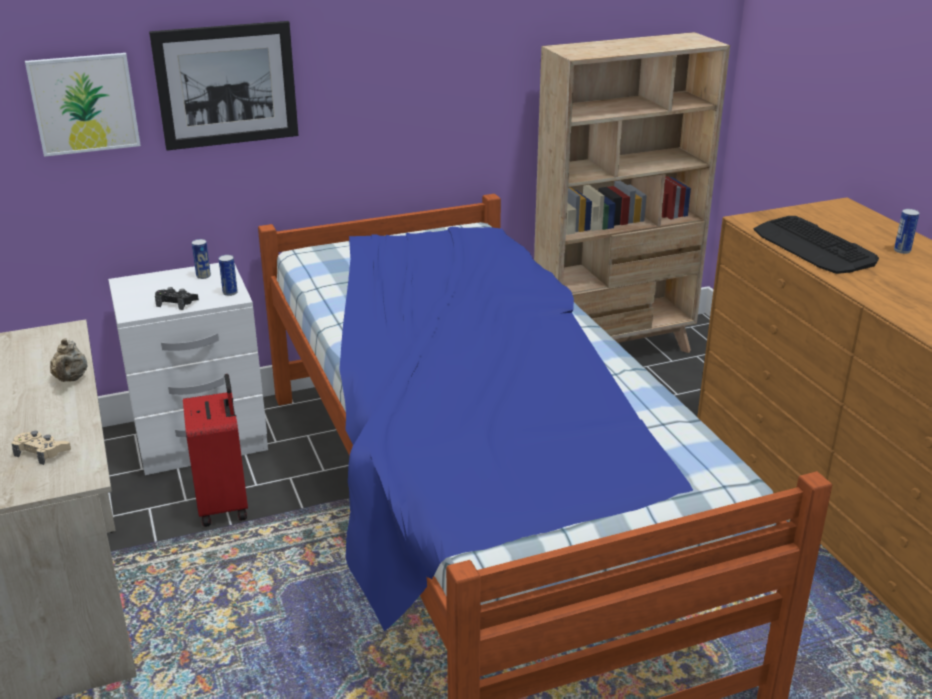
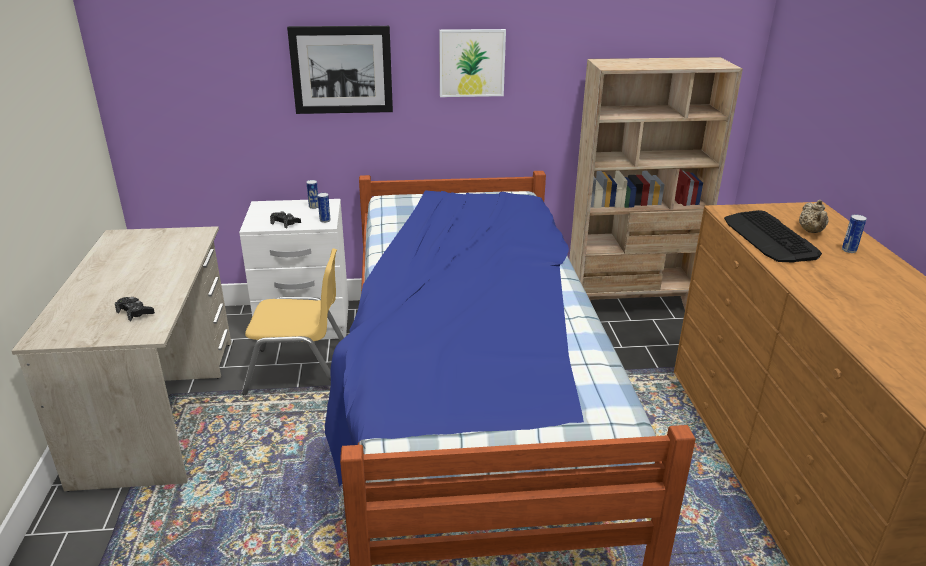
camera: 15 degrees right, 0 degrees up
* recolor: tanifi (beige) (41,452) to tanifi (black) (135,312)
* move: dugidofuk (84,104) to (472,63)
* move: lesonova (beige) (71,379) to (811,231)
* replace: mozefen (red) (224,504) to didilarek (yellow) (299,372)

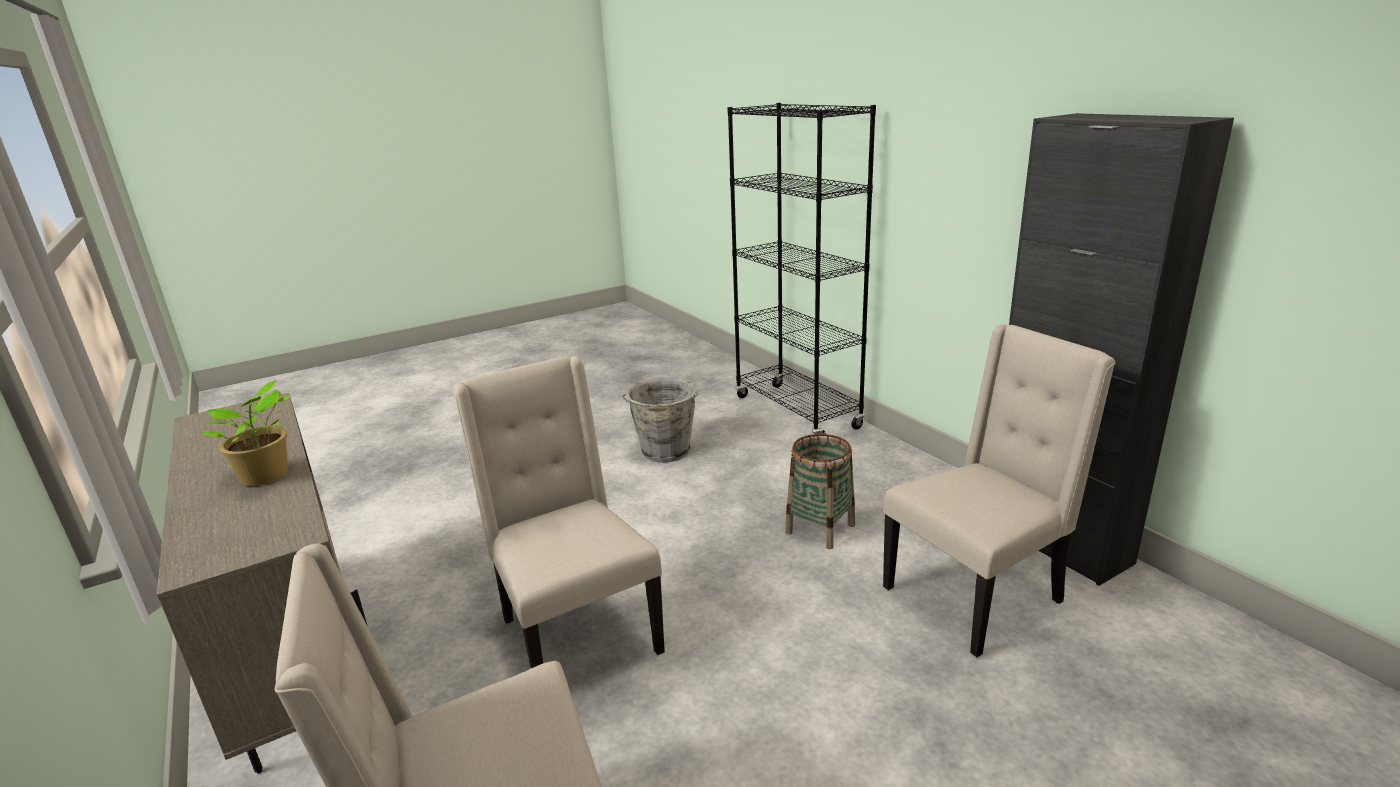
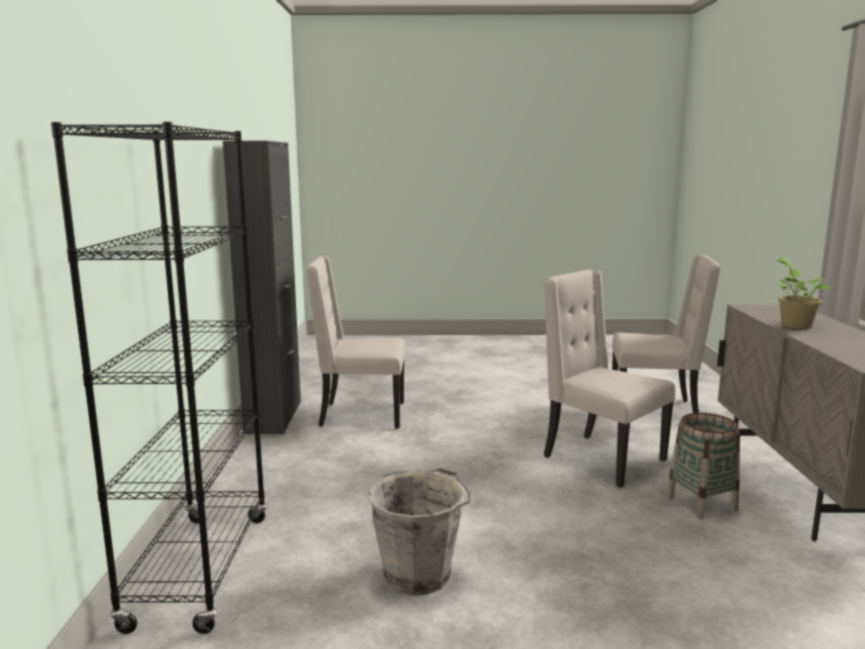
camera: 150 degrees left, 10 degrees down
* rotate: didilarek (beige) (576,635) = (600,459) 135 degrees clockwise
* move: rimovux (820,528) to (701,504)

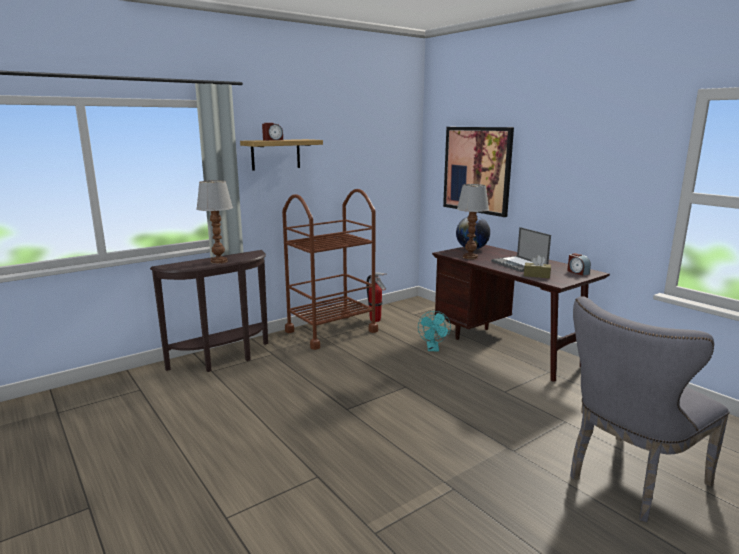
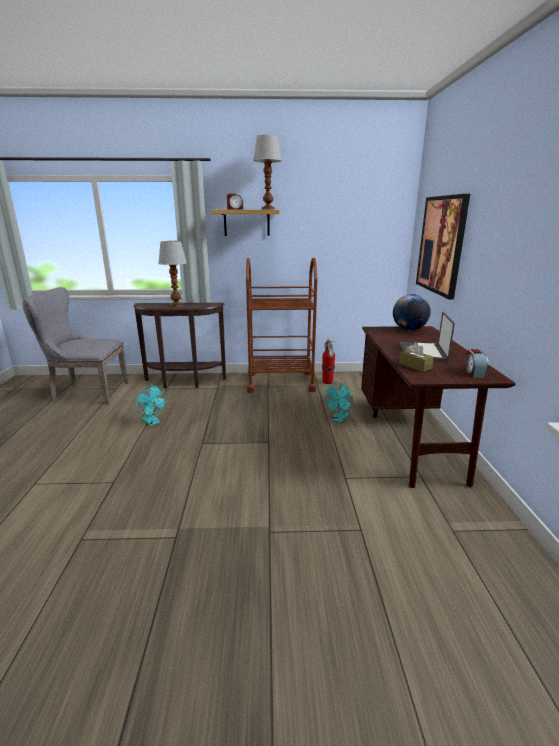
camera: 35 degrees right, 5 degrees up
* move: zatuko (470,257) to (267,209)
* move: didilarek (grey) (630,481) to (86,392)
* insert: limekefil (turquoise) (152,422)

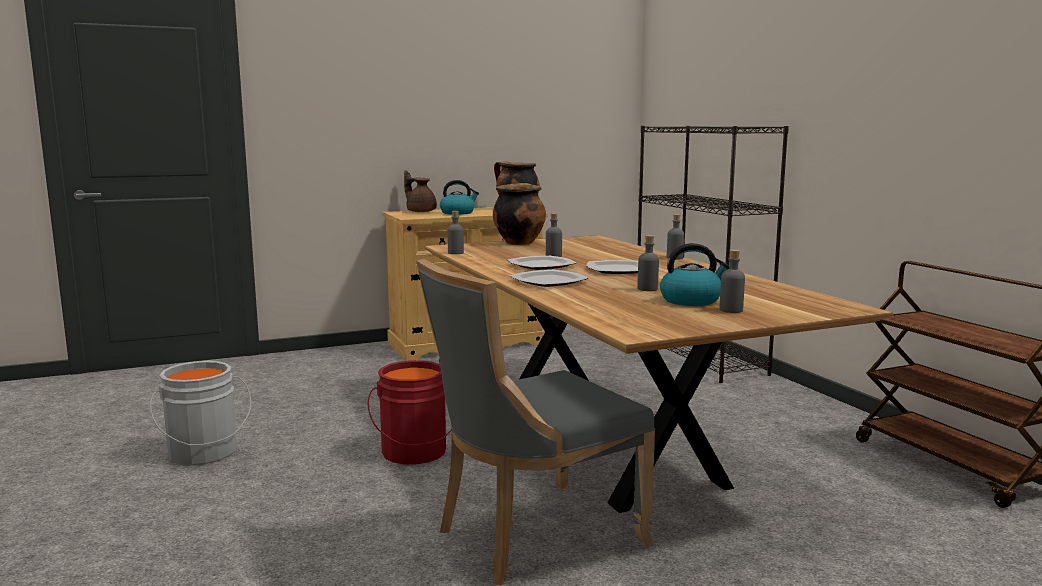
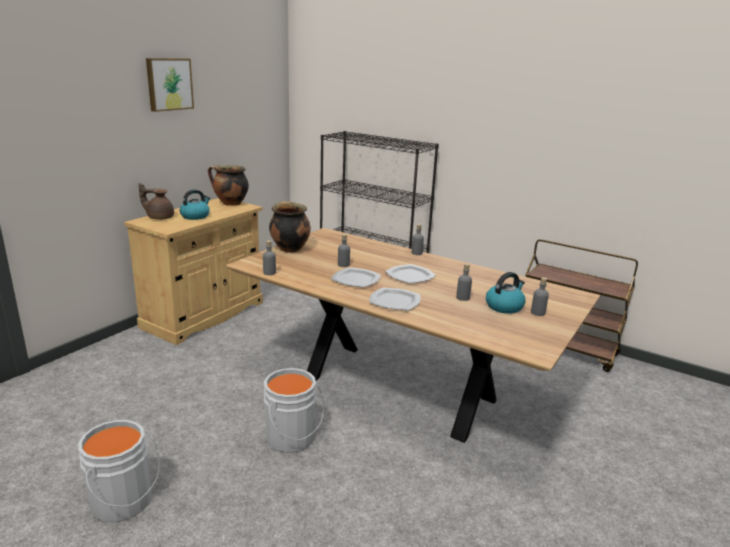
camera: 35 degrees left, 10 degrees up
* recolor: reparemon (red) (415,453) to reparemon (grey) (292,438)
* delete: didilarek (grey) (531,536)
* insert: dugidofuk (169,84)

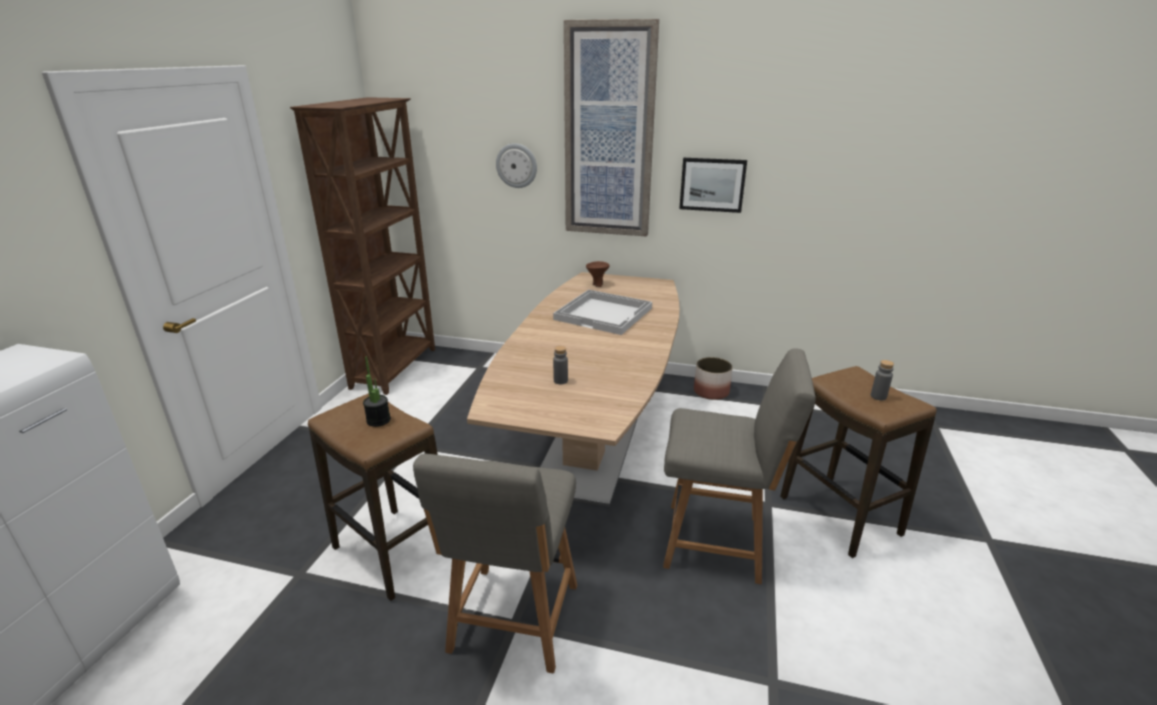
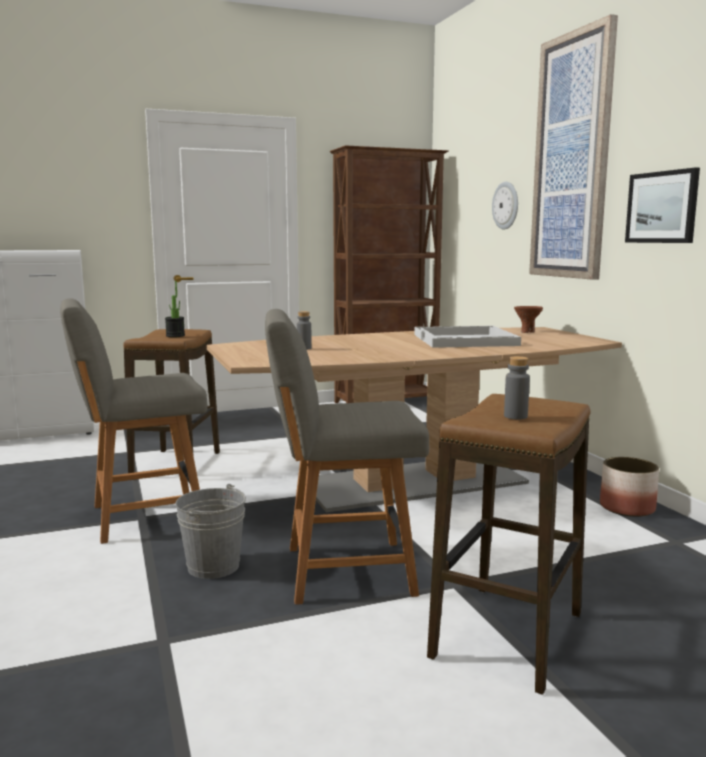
camera: 55 degrees right, 15 degrees down
* rotate: didilarek (grey) (718,542) = (343,571) 105 degrees clockwise
* insert: reparemon (grey) (213,566)

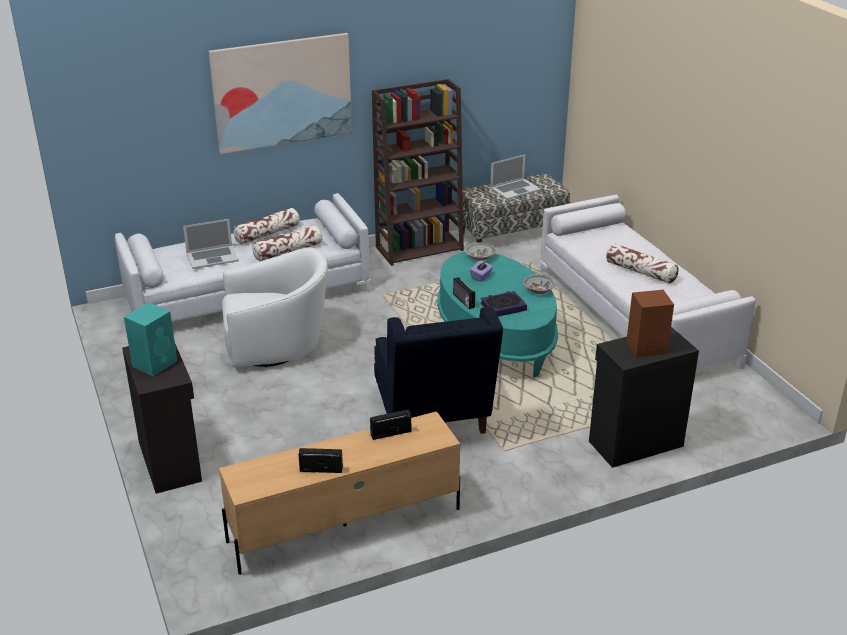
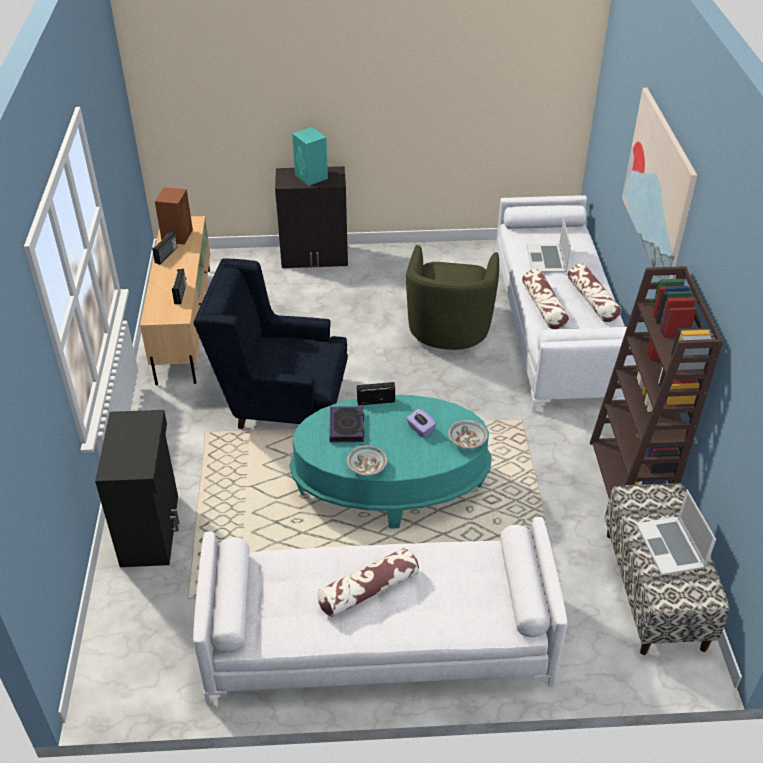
camera: 110 degrees right, 10 degrees up
* recolor: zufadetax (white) (276,347) to zufadetax (green) (448,329)
* move: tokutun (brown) (645,347) to (177,235)

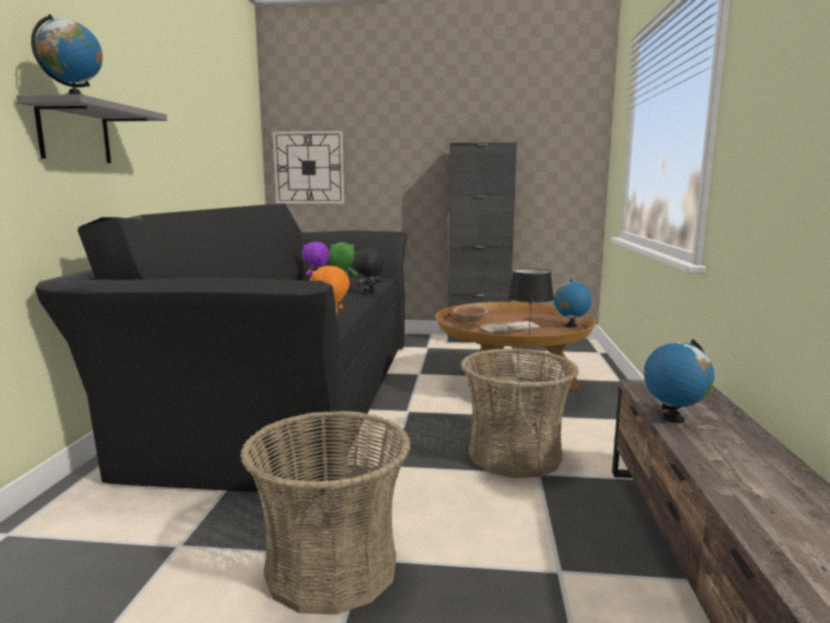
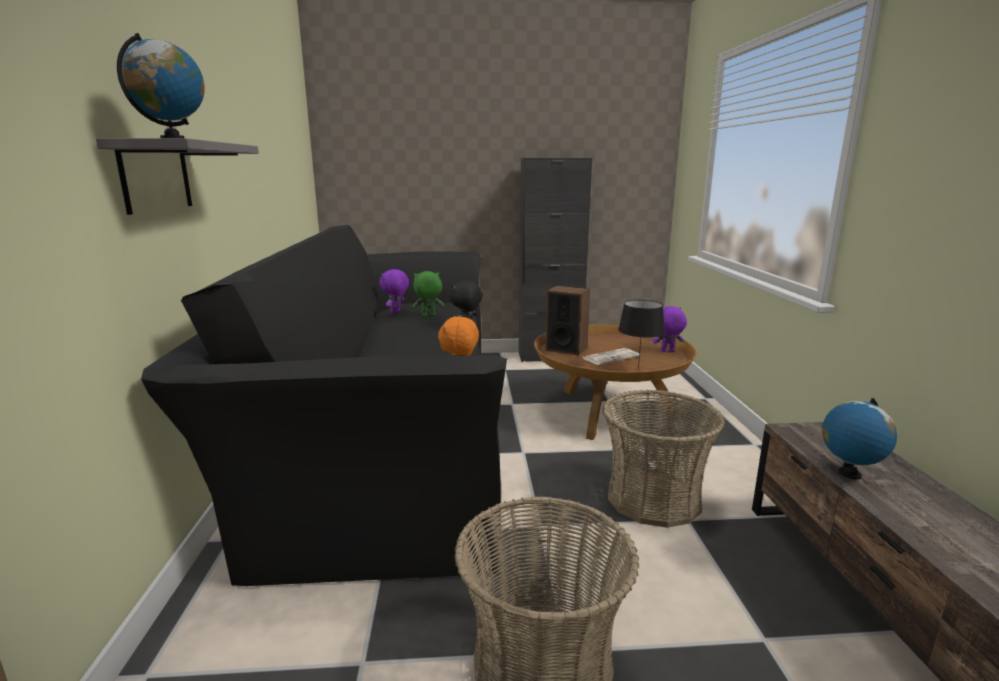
camera: 10 degrees left, 5 degrees up
* delete: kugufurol (309,167)
* replace: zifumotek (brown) (470,320) to tokutun (566,349)
* replace: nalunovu (570,326) to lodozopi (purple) (667,351)

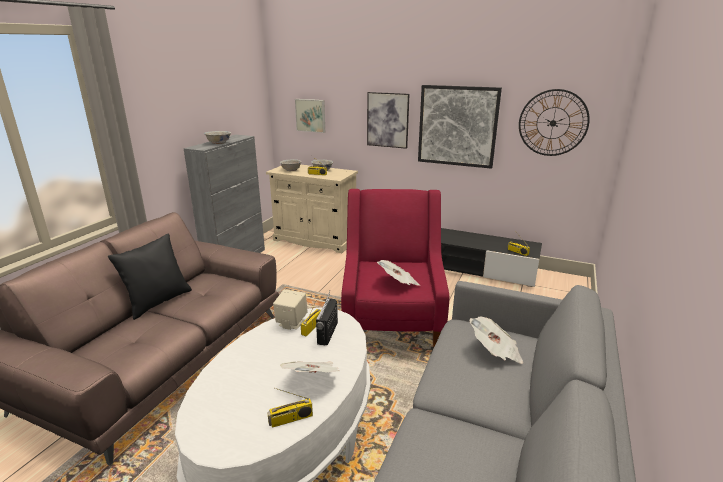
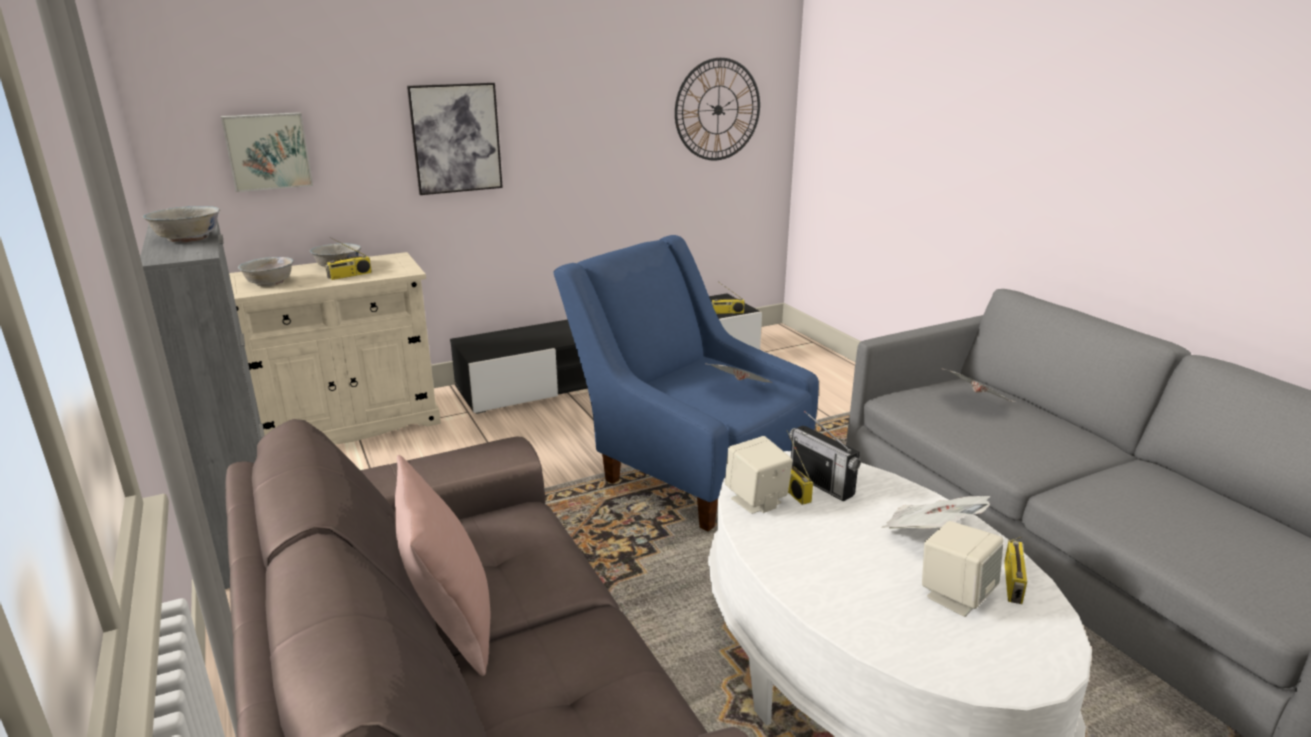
camera: 50 degrees left, 0 degrees up
* recolor: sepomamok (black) (158,302) to sepomamok (pink) (450,623)
* recolor: zufadetax (red) (392,318) to zufadetax (blue) (689,469)
* delete: dugidofuk (457,126)
* insert: tokutun (beige) (955,595)

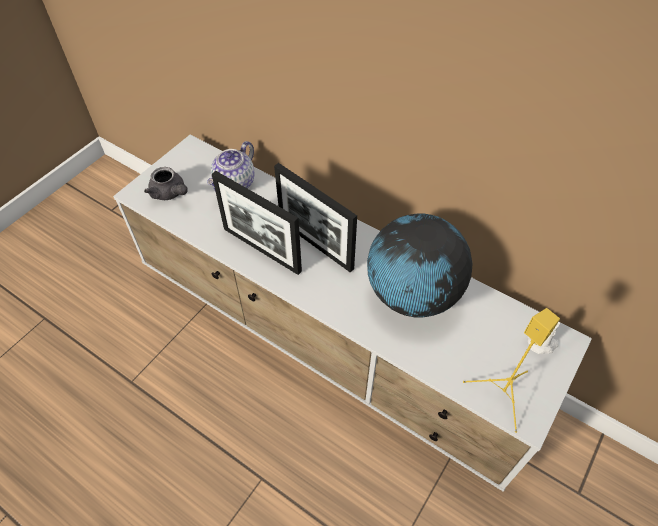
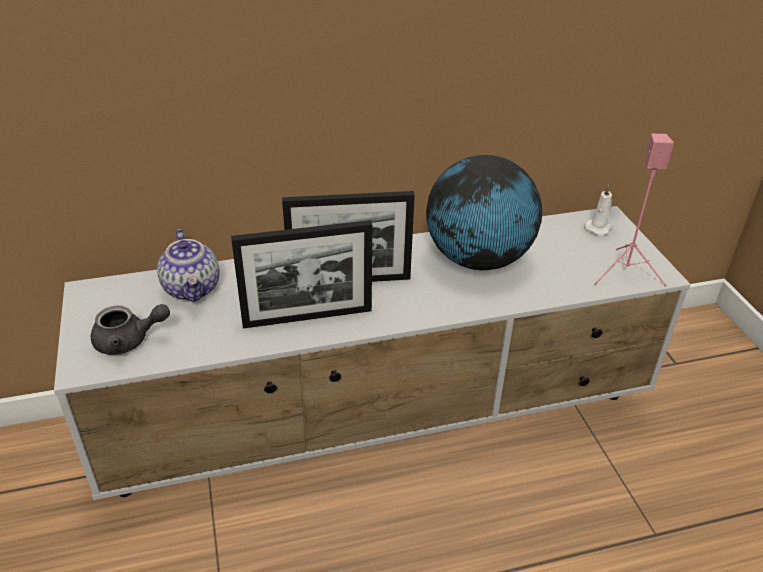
camera: 50 degrees left, 15 degrees down
* recolor: tokutun (yellow) (502,395) to tokutun (pink) (626,273)

